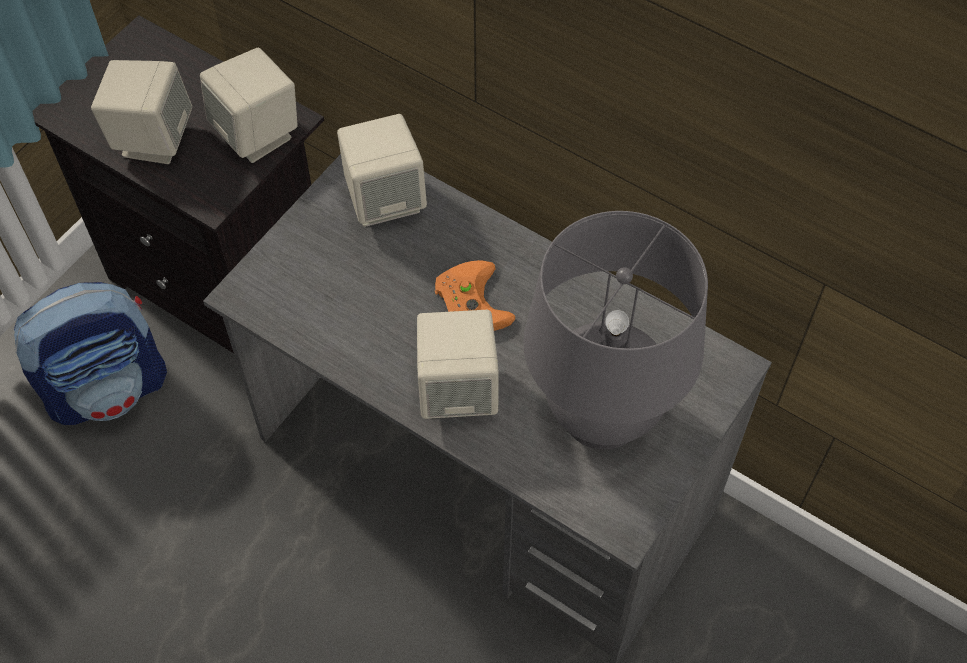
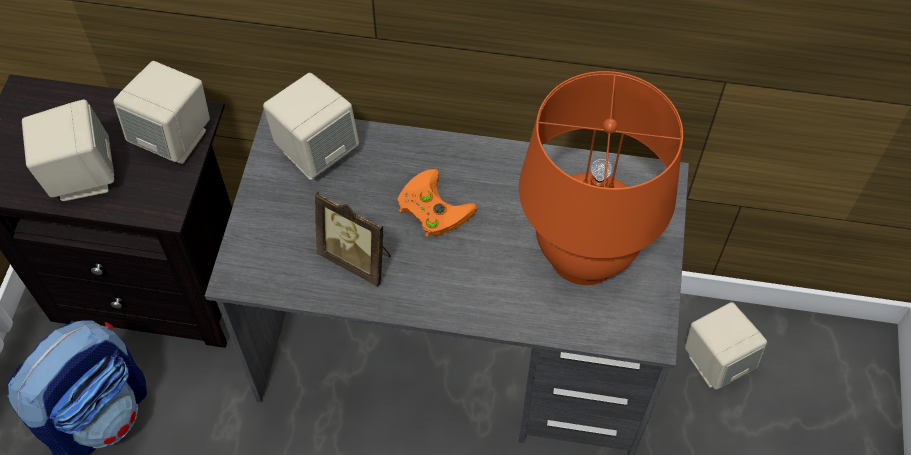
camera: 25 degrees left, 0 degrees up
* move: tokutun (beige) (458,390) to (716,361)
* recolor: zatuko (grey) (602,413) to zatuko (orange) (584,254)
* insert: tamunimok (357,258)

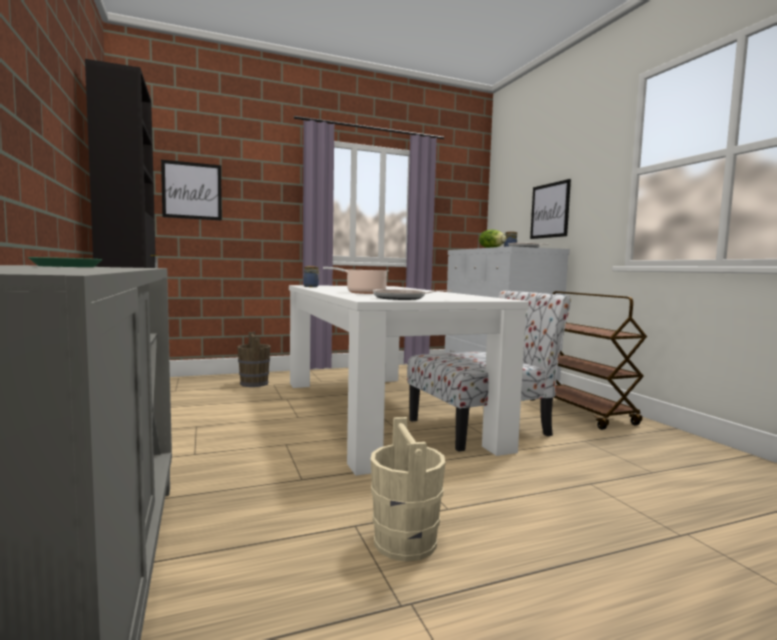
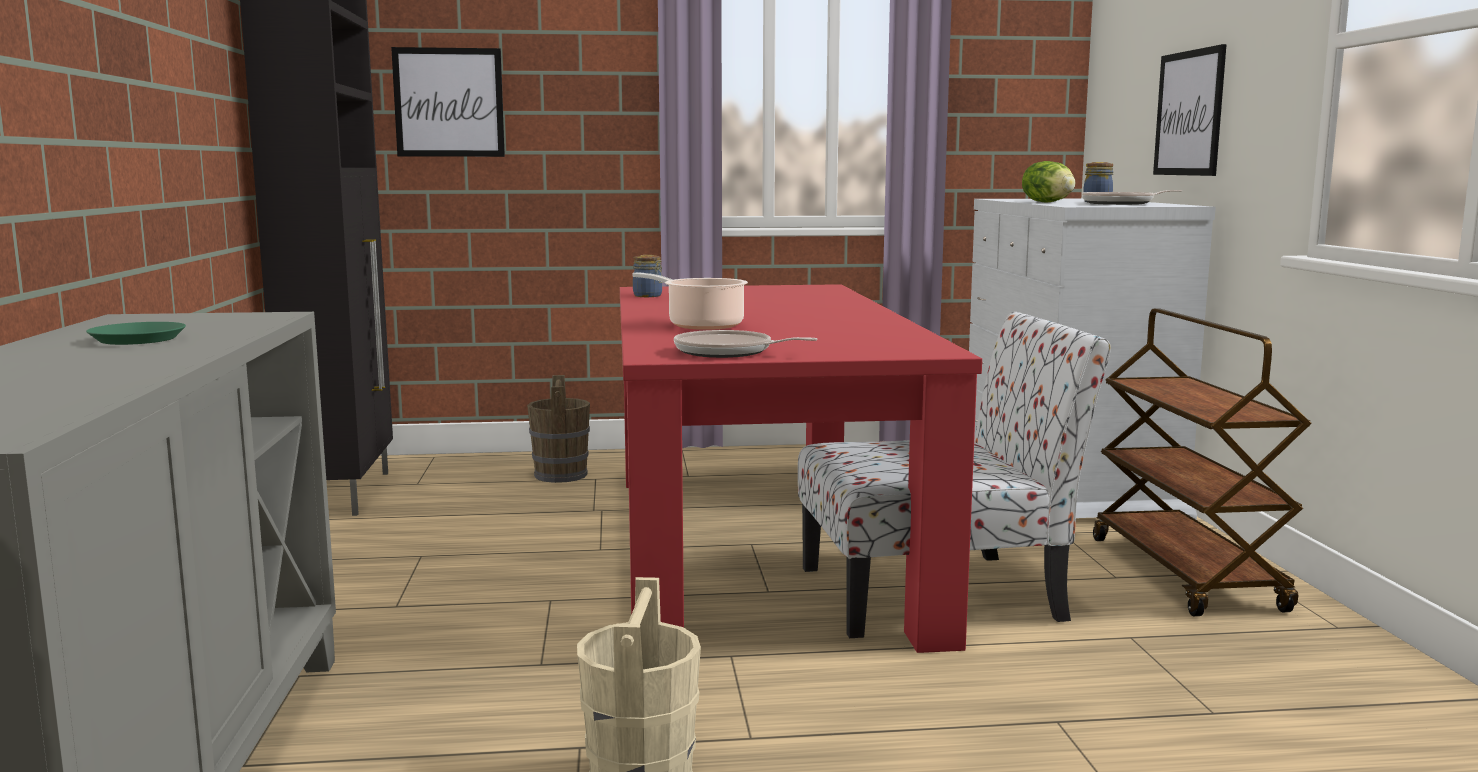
camera: 15 degrees right, 5 degrees up
* recolor: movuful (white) (379,411) to movuful (red) (759,546)

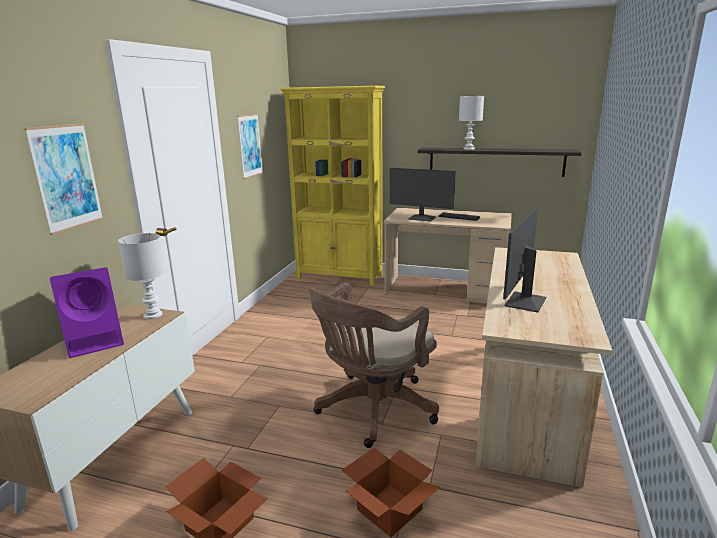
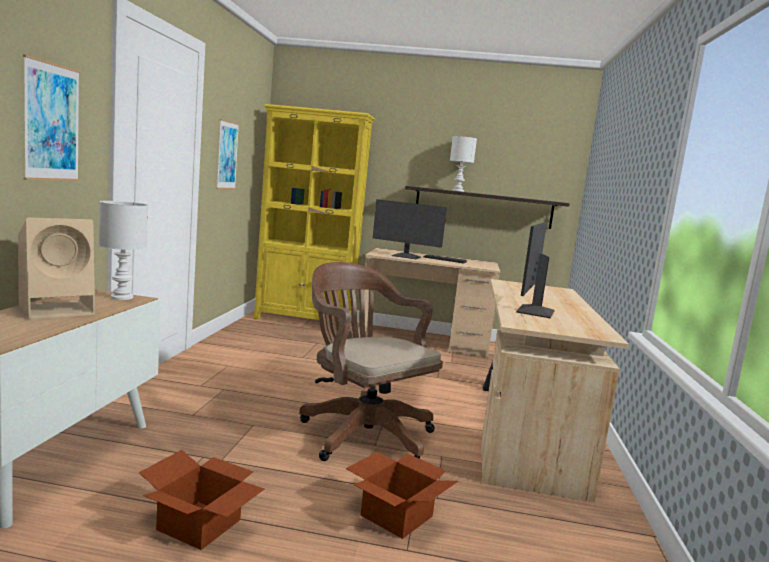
camera: 10 degrees left, 10 degrees down
* recolor: tokutun (purple) (96,341) to tokutun (beige) (58,310)
* rotate: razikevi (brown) (372,410) = (362,433) 105 degrees clockwise

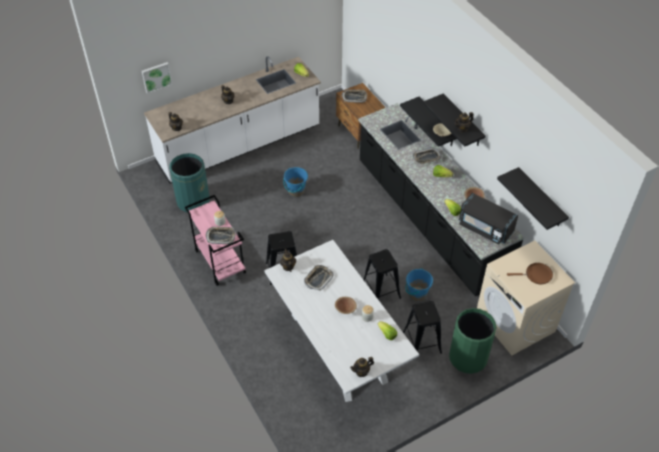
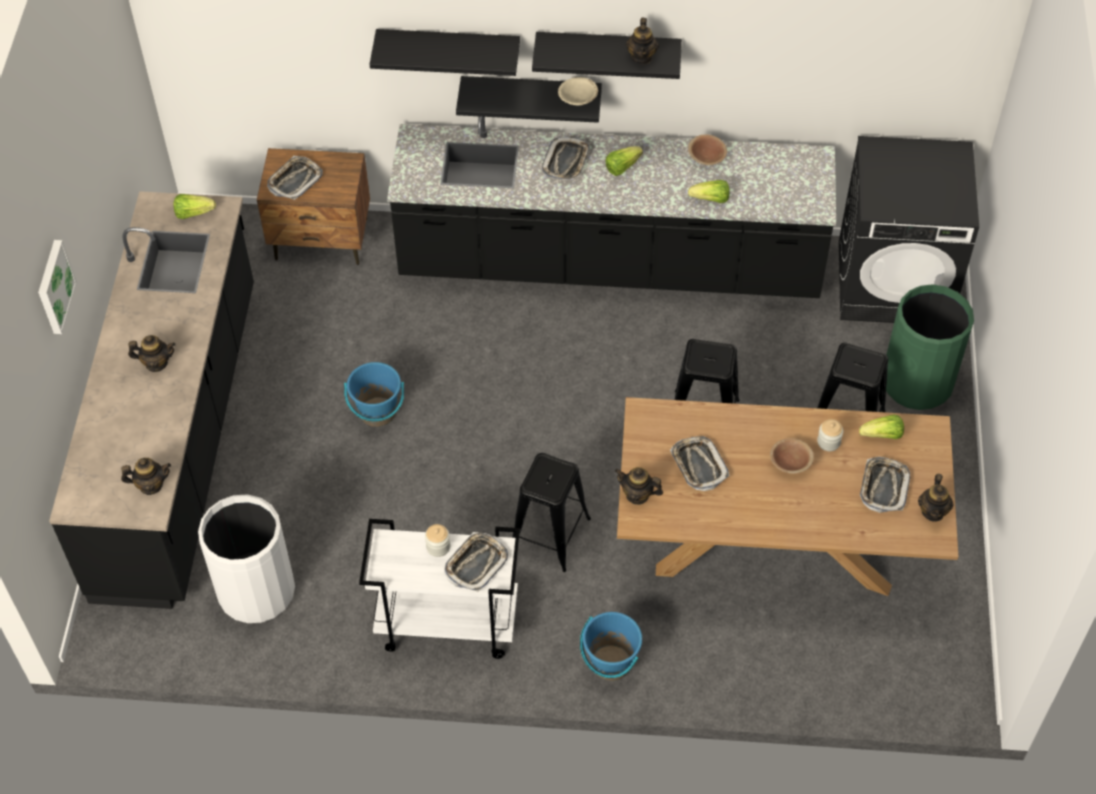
camera: 55 degrees left, 5 degrees up
* move: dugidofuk (156,77) to (54,286)
* recolor: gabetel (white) (239,146) to gabetel (black) (179,439)
* recolor: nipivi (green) (193,201) to nipivi (white) (256,591)
* recolor: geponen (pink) (219,261) to geponen (white) (446,624)
* recolor: movuful (white) (339,347) to movuful (brown) (774,543)
* move: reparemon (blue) (417,294) to (610,663)
* delete: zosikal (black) (485,228)
* recolor: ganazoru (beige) (515,322) to ganazoru (black) (894,282)
* move: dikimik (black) (541,198) to (448,47)
* delete: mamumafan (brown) (536,275)
* insert: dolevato (883,487)

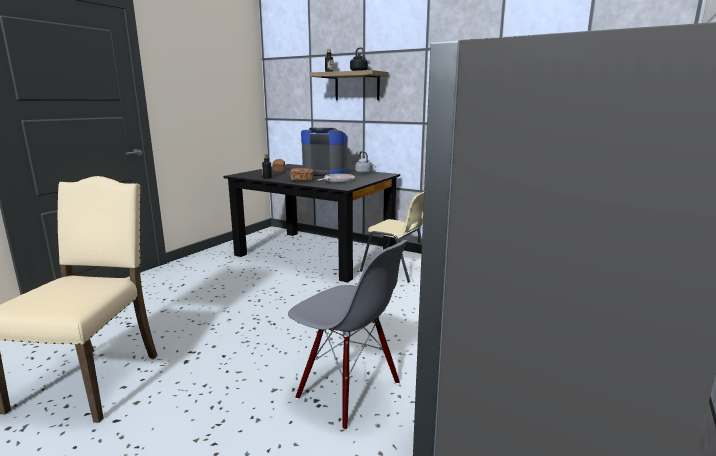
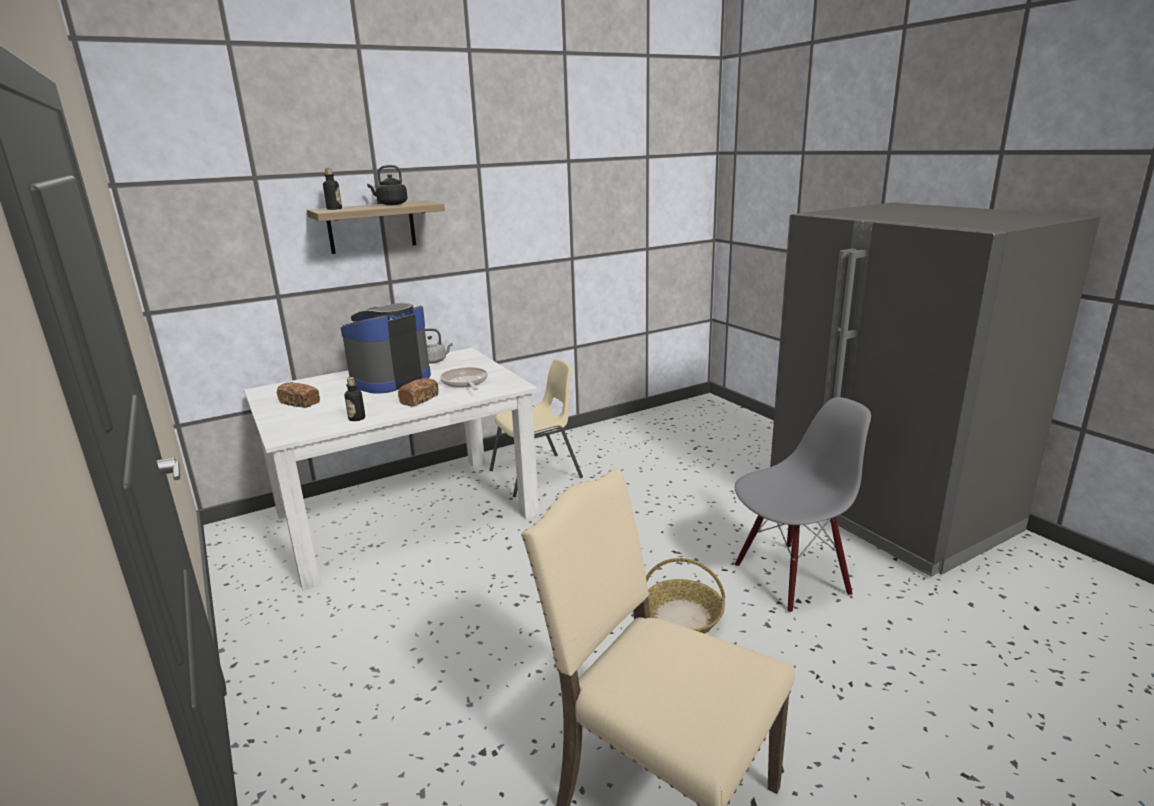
camera: 60 degrees left, 5 degrees up
* recolor: movuful (black) (314,253) to movuful (white) (405,515)
* insert: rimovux (682,617)

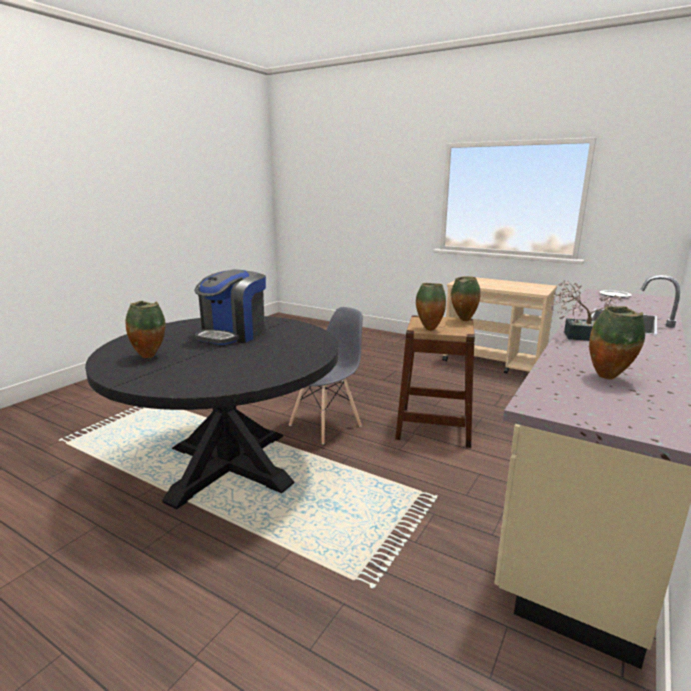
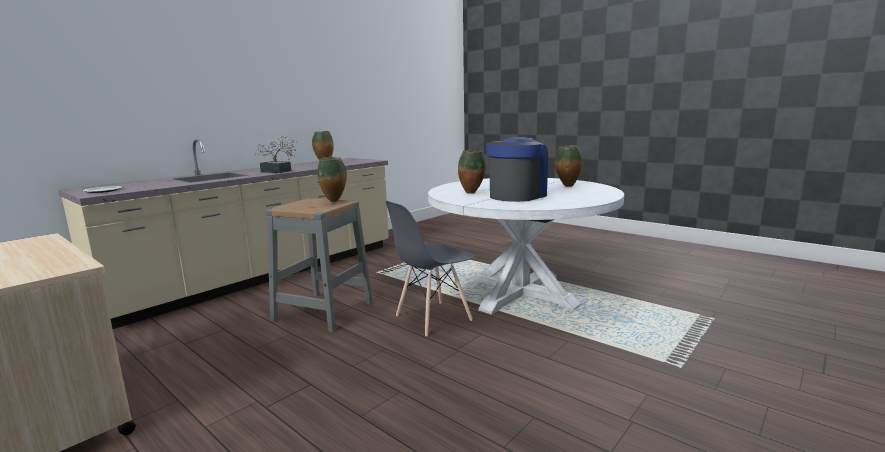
camera: 170 degrees left, 5 degrees down
* recolor: movuful (black) (229,465) to movuful (white) (520,292)
* recolor: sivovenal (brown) (434,426) to sivovenal (grey) (323,311)
* move: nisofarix (463,320) to (472,193)

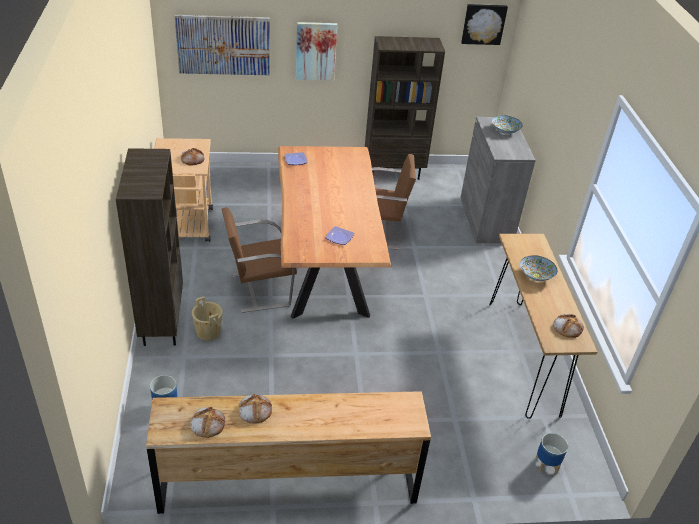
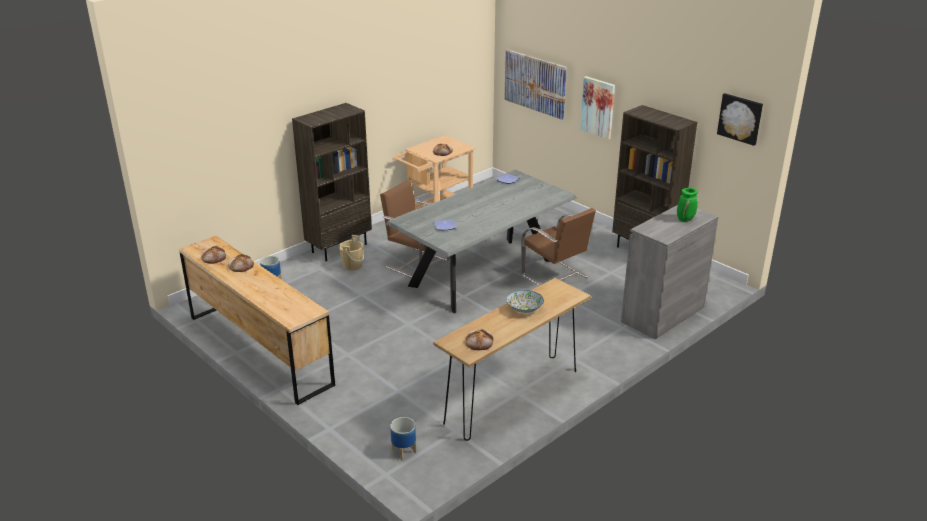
camera: 55 degrees right, 10 degrees down
* recolor: movuful (brown) (325,264) to movuful (grey) (483,273)
* replace: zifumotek (505,131) to nisofarix (green) (685,219)

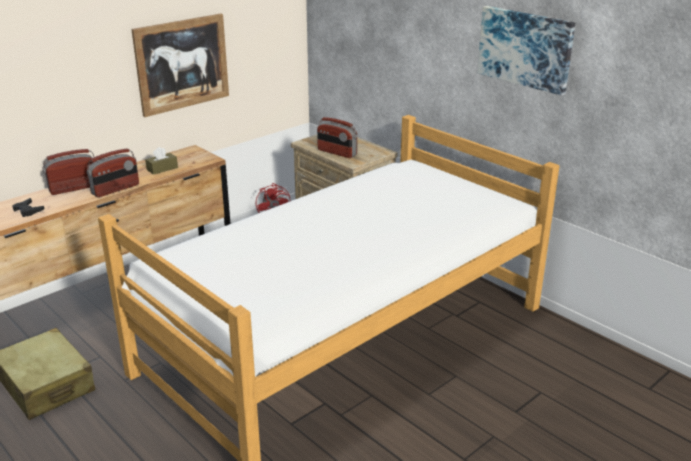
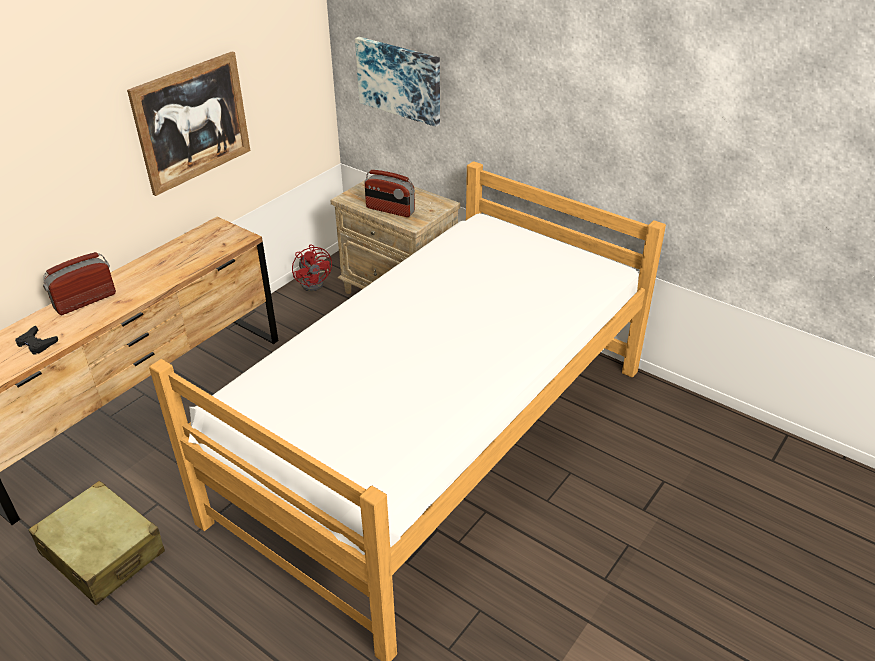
camera: 10 degrees left, 10 degrees up
* delete: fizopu (115,189)
* delete: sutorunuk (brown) (162,169)
* move: dugidofuk (525,48) to (399,80)

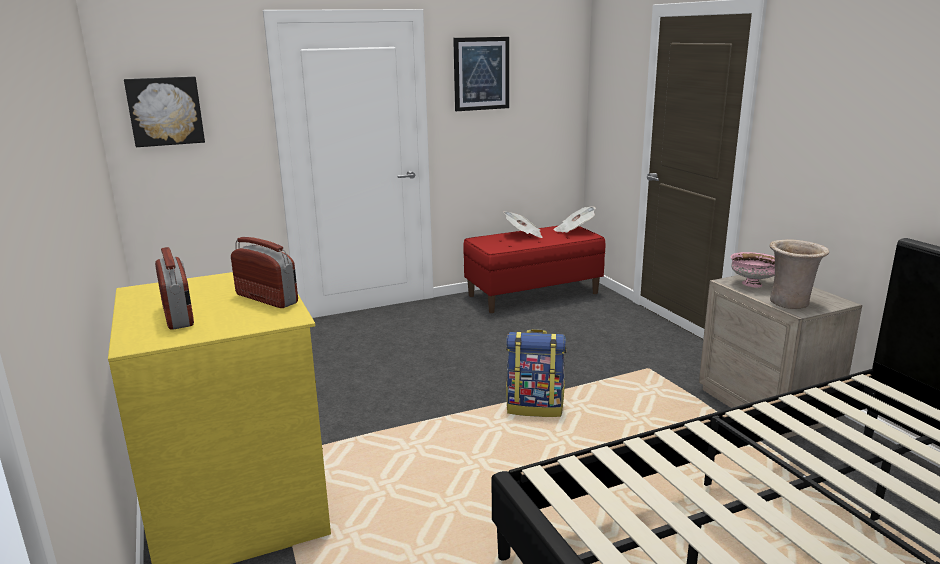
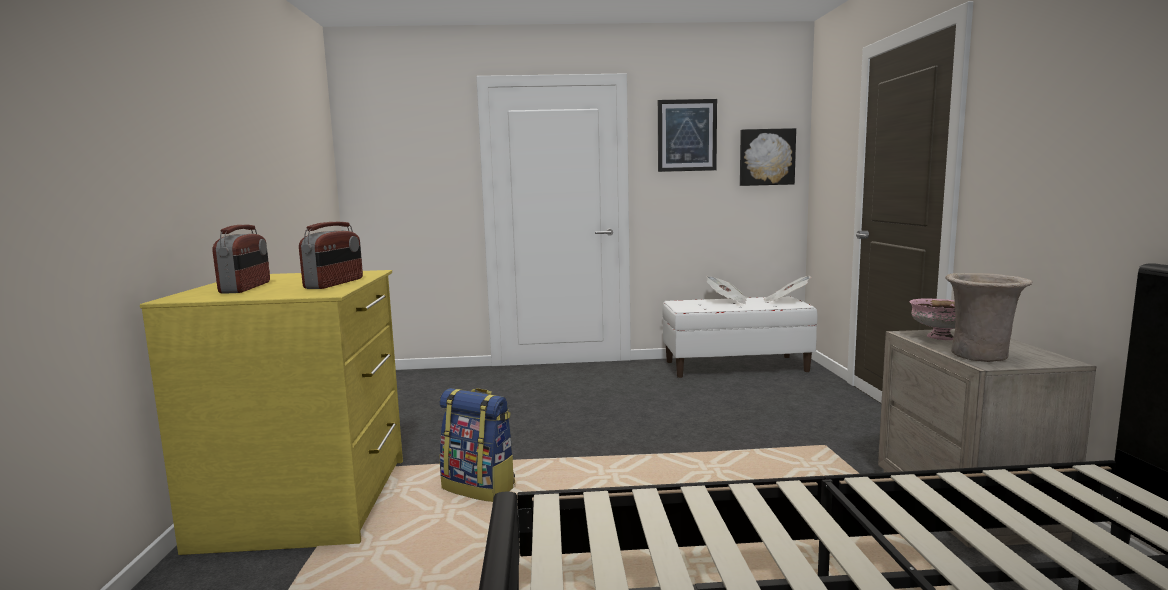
camera: 20 degrees right, 10 degrees down
* move: dugidofuk (165,111) to (766,157)
* rotate: fizopu (267,298) = (335,283) 45 degrees clockwise
* recolor: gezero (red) (533,294) to gezero (white) (735,366)
* move: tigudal (535,407) to (480,487)

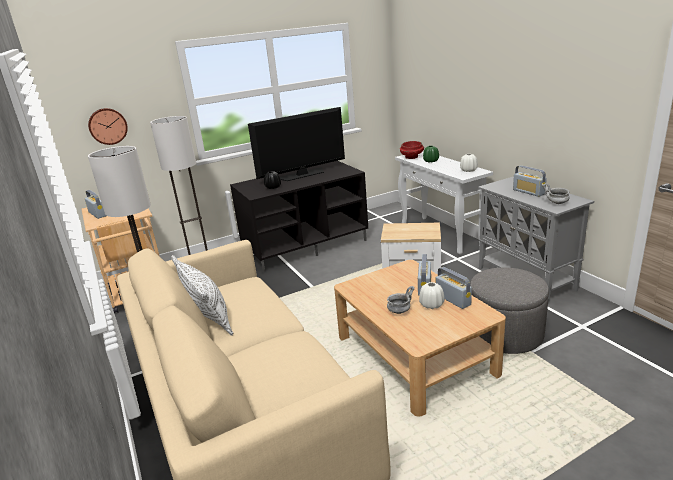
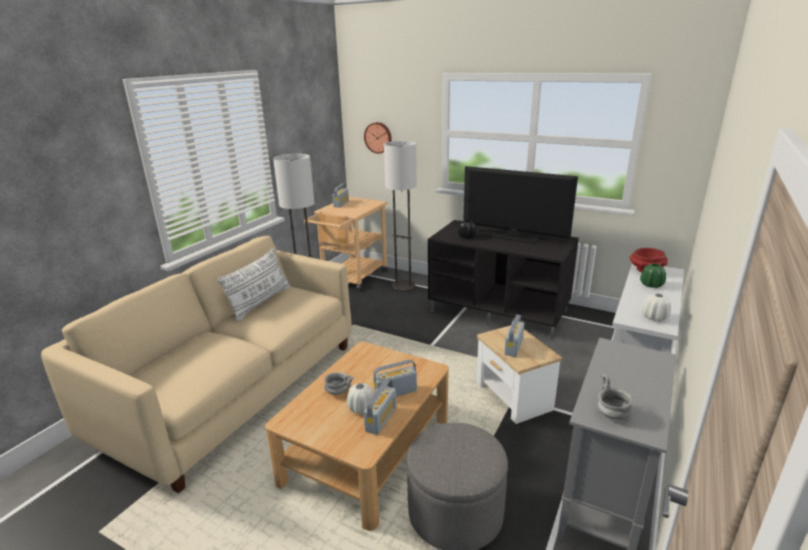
camera: 55 degrees right, 0 degrees up
* move: fizopu (528,192) to (513,347)

